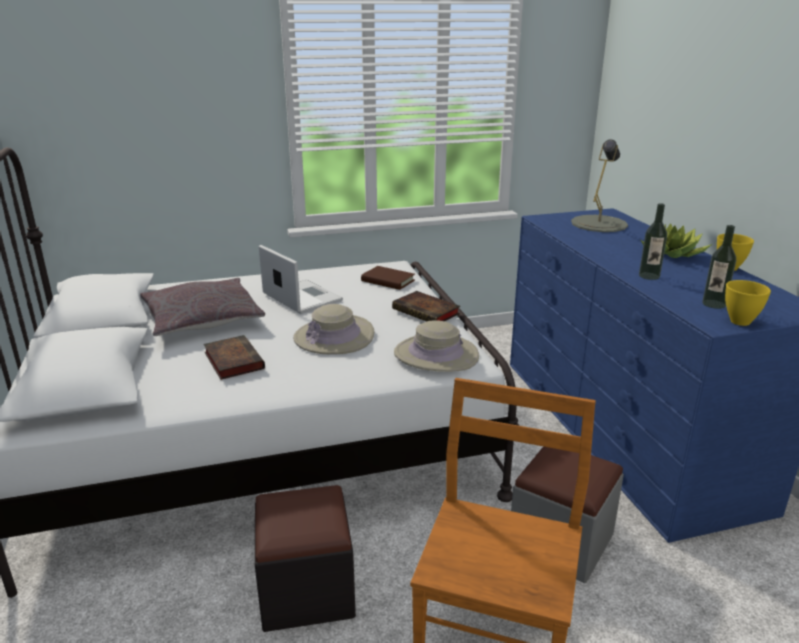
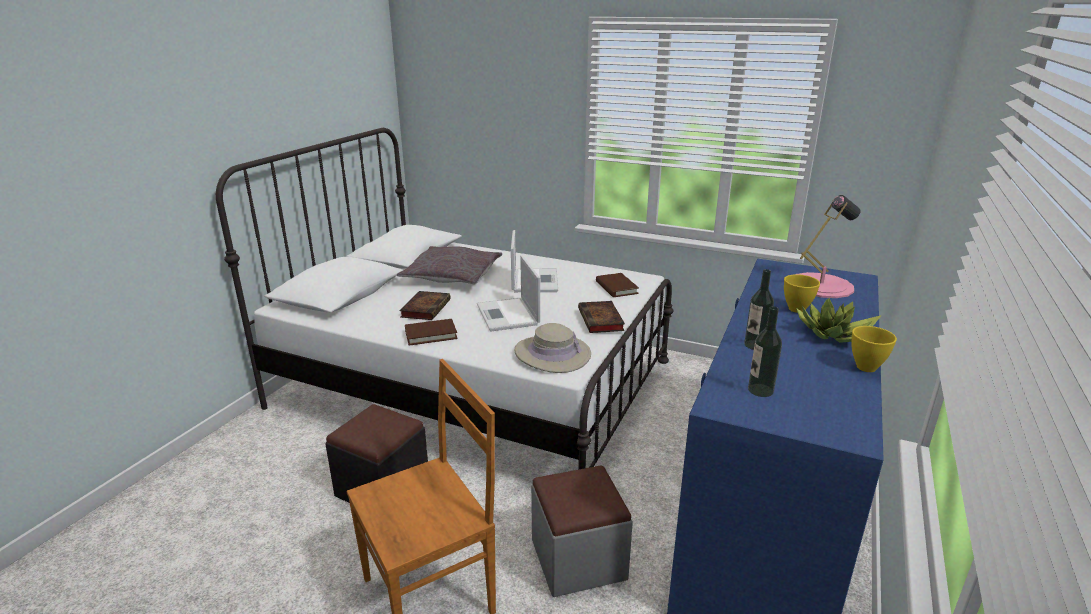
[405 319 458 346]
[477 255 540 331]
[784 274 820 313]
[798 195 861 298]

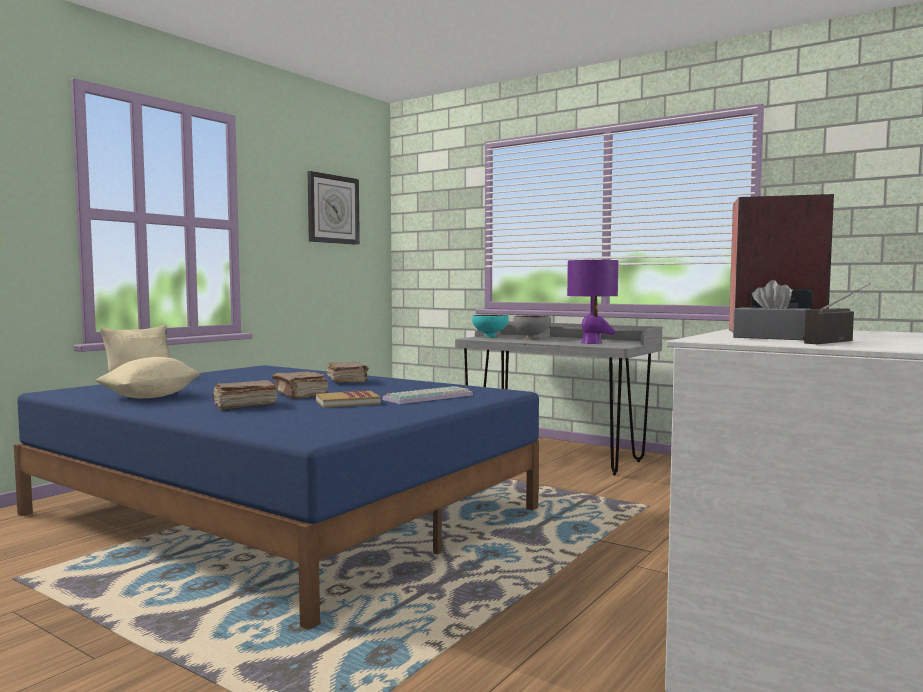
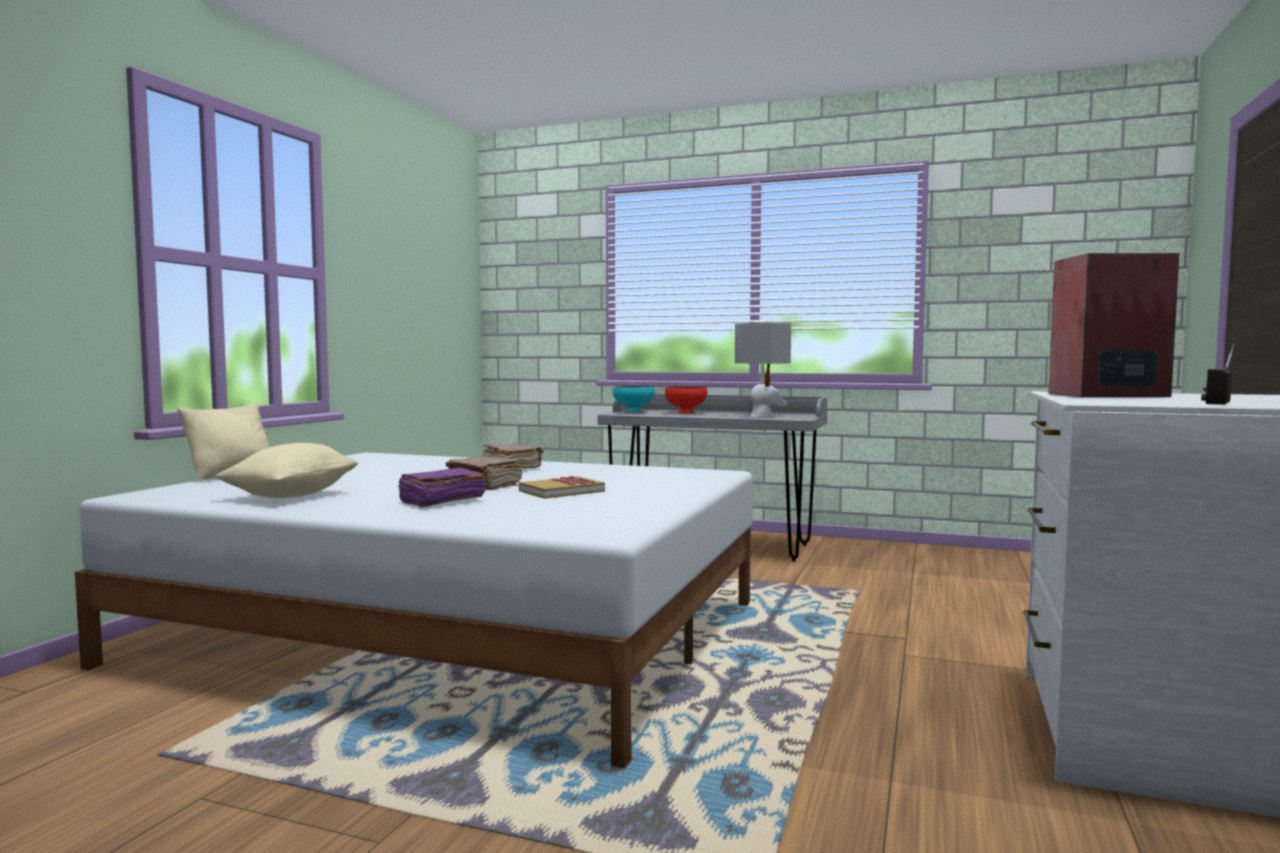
[75 452 753 768]
[398 468 486 508]
[665 386 708 414]
[735 323 791 417]
[307 171 360 245] (first image)
[383 386 473 404] (first image)
[733 280 809 340] (first image)

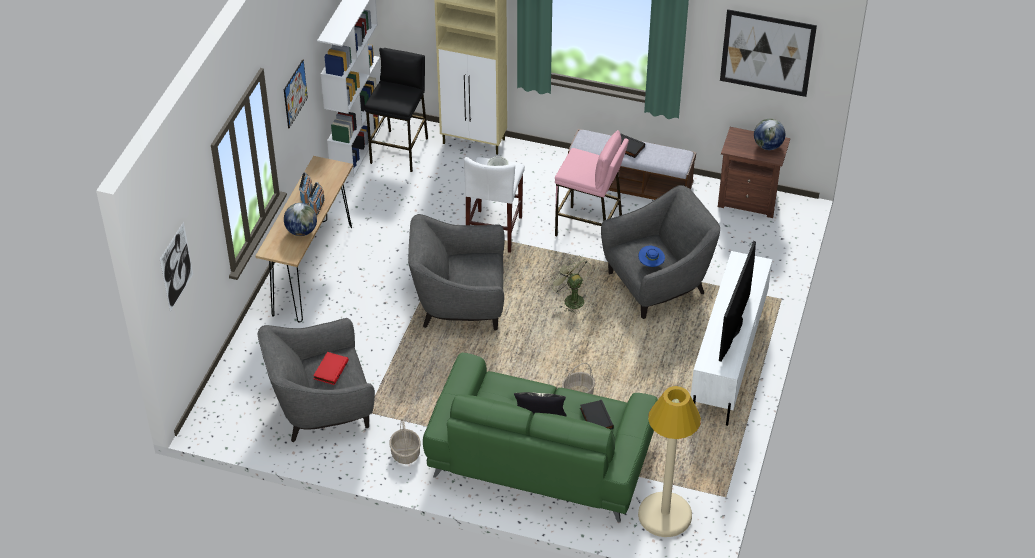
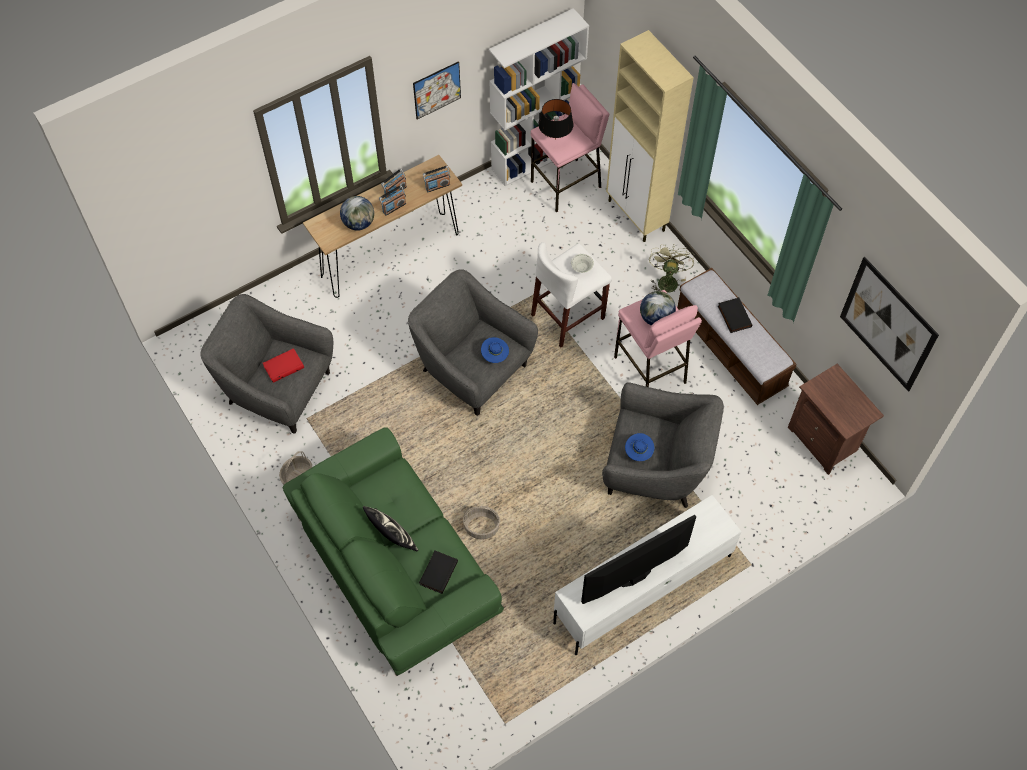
[423 166 450 192]
[481 337 509 363]
[530 83 609 213]
[538 99 574 140]
[640 291 676 326]
[649 244 694 292]
[160 222 193 312] (first image)
[638 386 701 537] (first image)

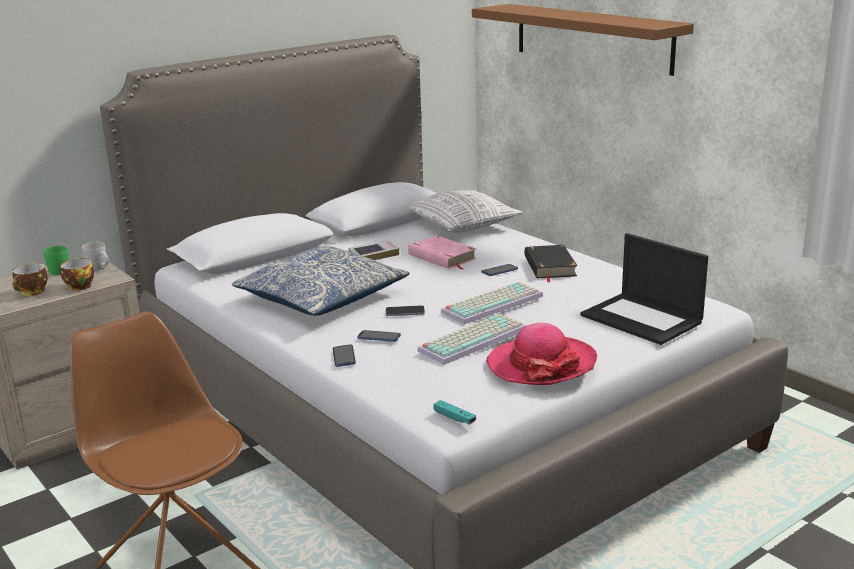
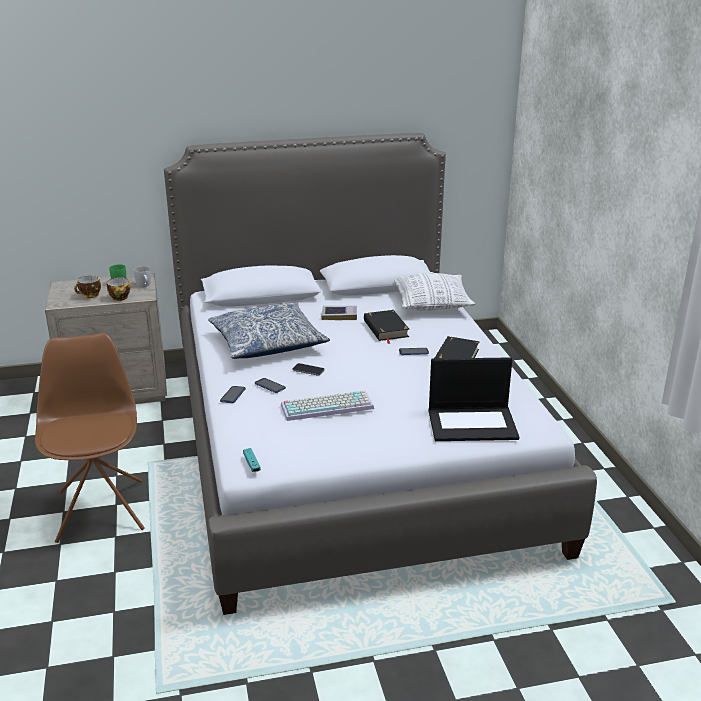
[364 310 409 344]
[428 357 519 441]
[441 281 543 324] (first image)
[472 4 694 76] (first image)
[486 323 597 385] (first image)

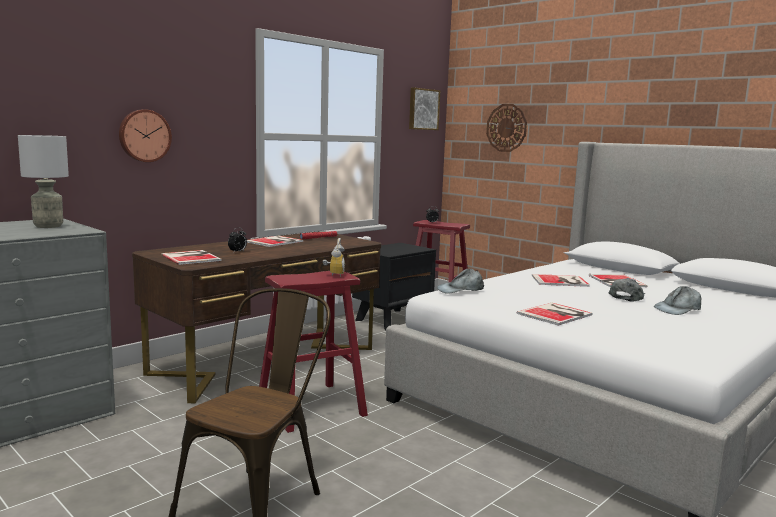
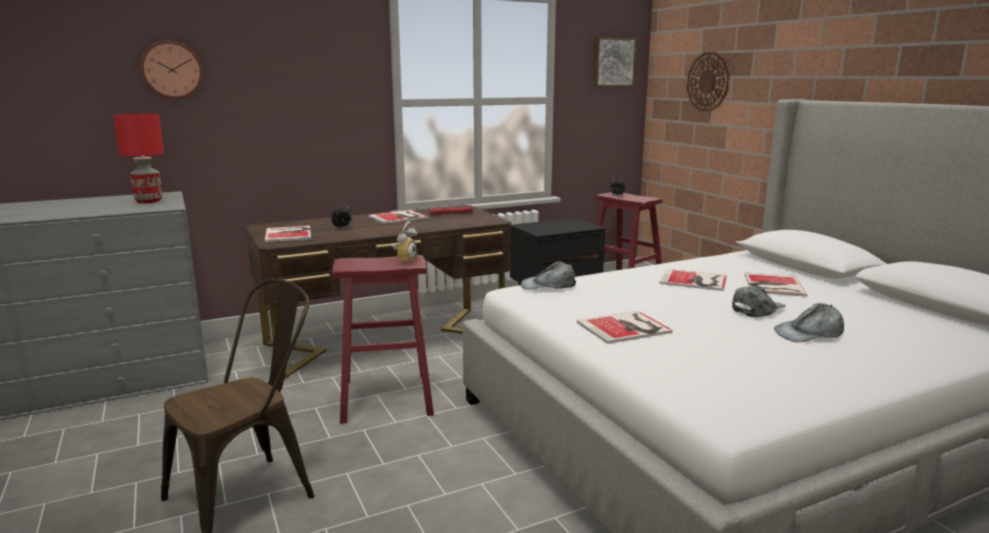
[113 114 164 203]
[141 41 203 99]

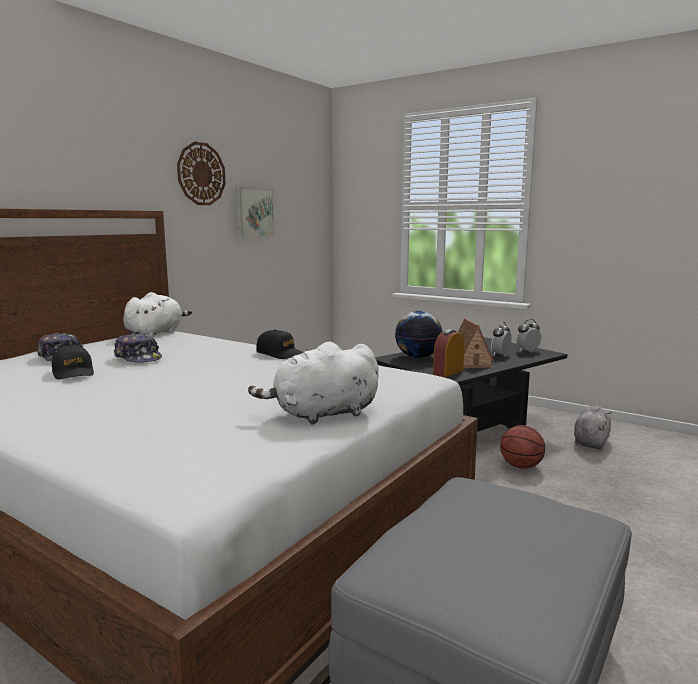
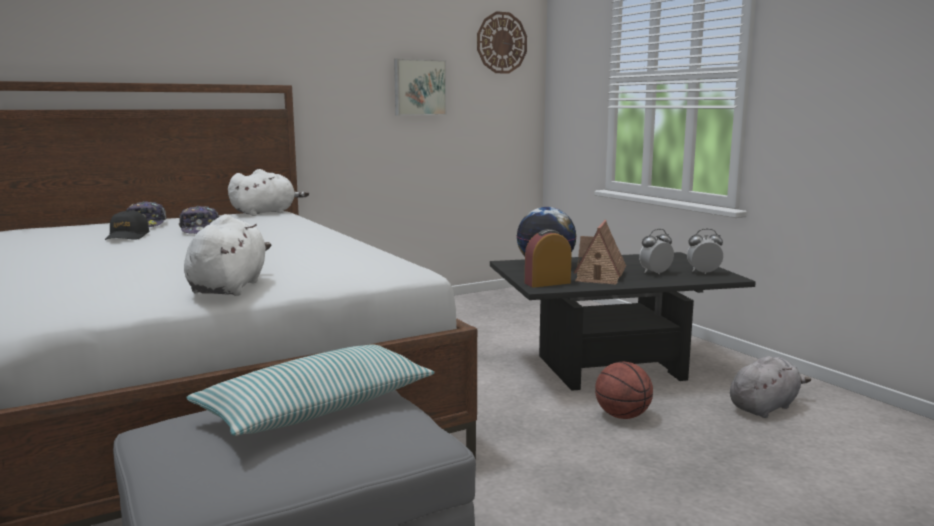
[184 214 271 296]
[186 344 434 436]
[477 11 527 74]
[256 330 303 359] (first image)

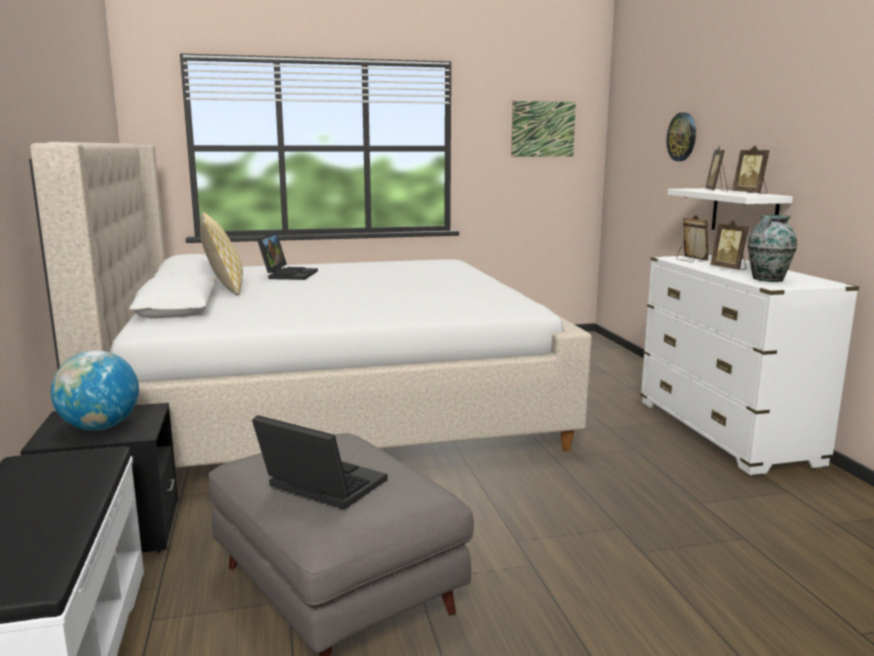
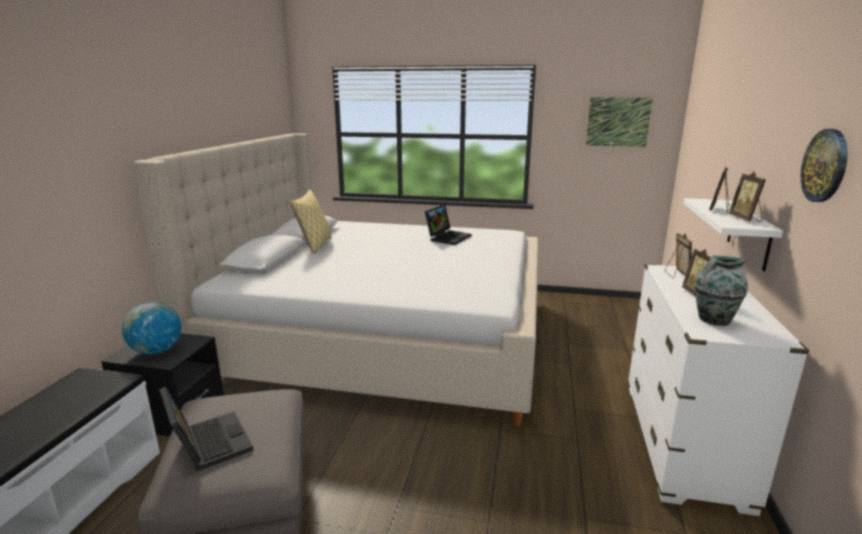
[425 204 471 245]
[801 129 848 202]

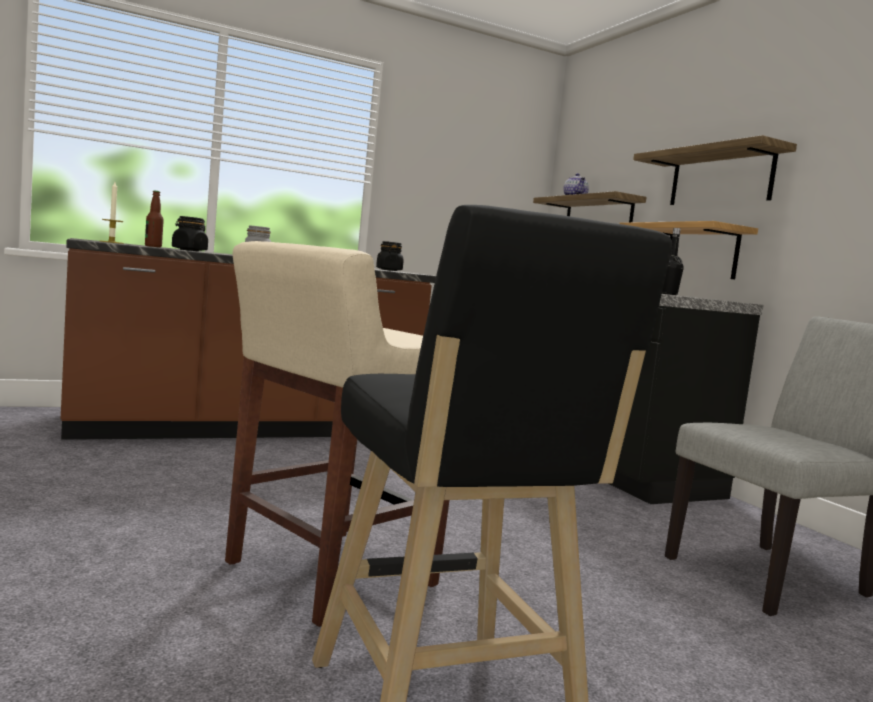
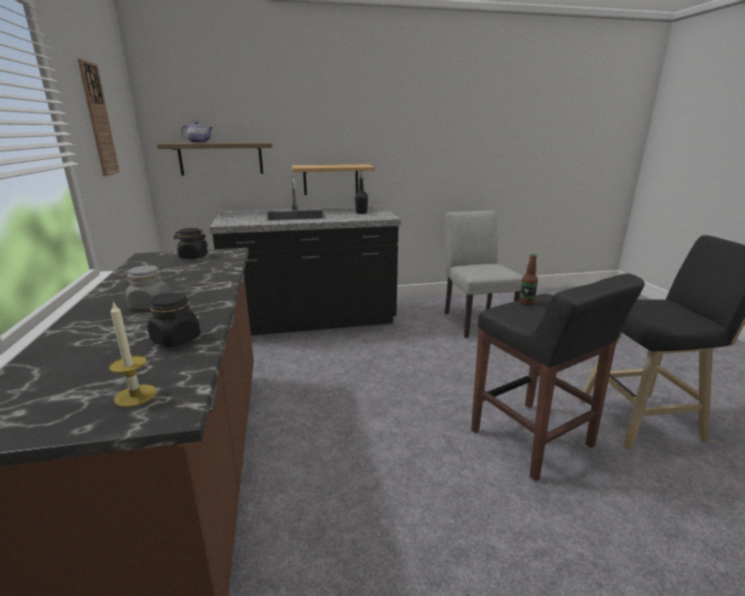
[77 59 120 176]
[471 273 645 481]
[519 254 538 305]
[633 135 797 205] (first image)

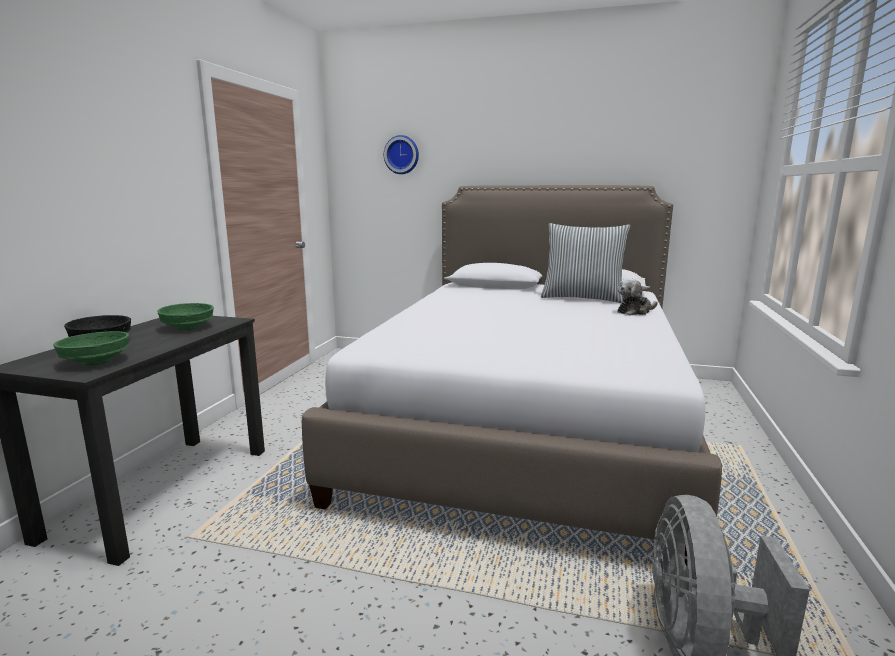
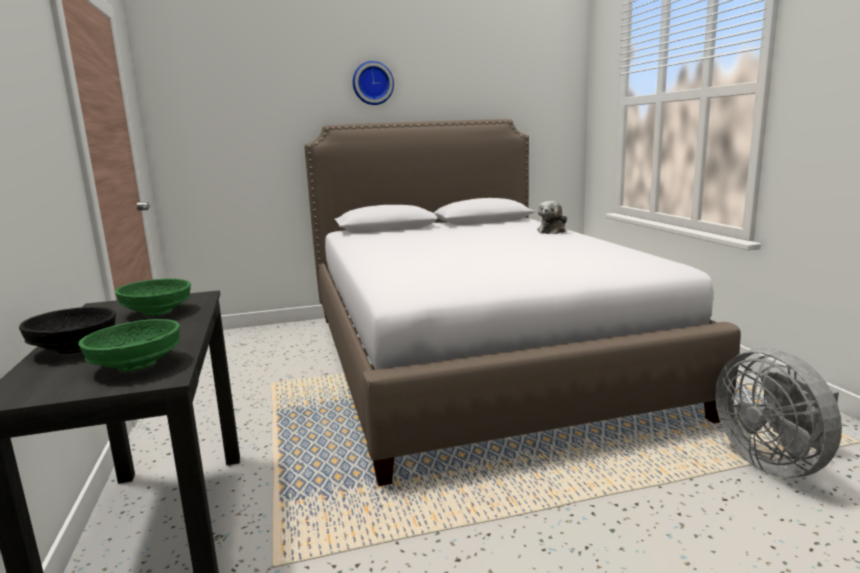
[353 61 394 105]
[541 223 630 303] (first image)

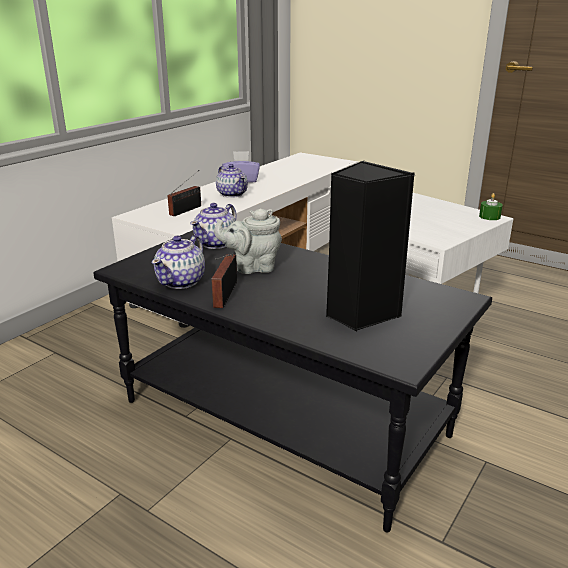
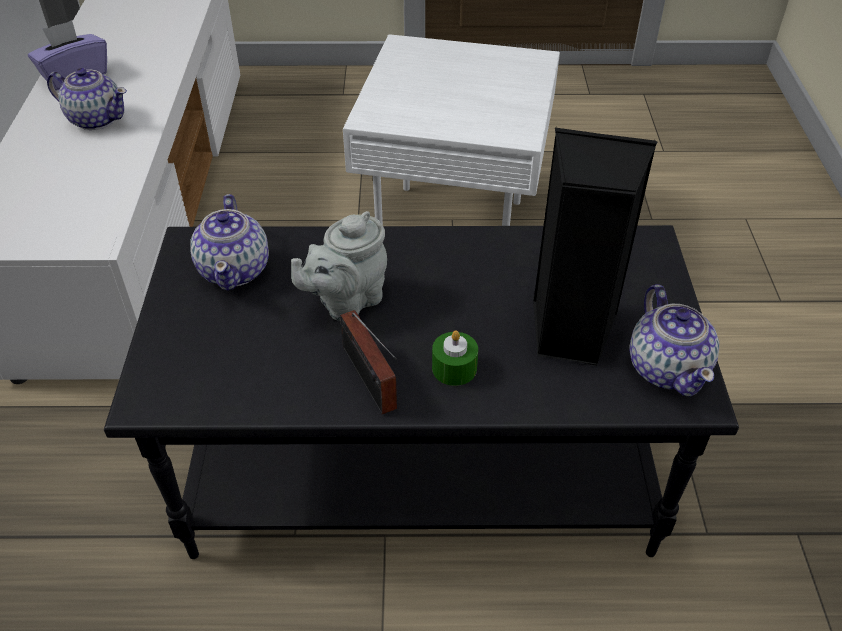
[432 330 478 386]
[629 284 719 397]
[168 170 201 216] (first image)

